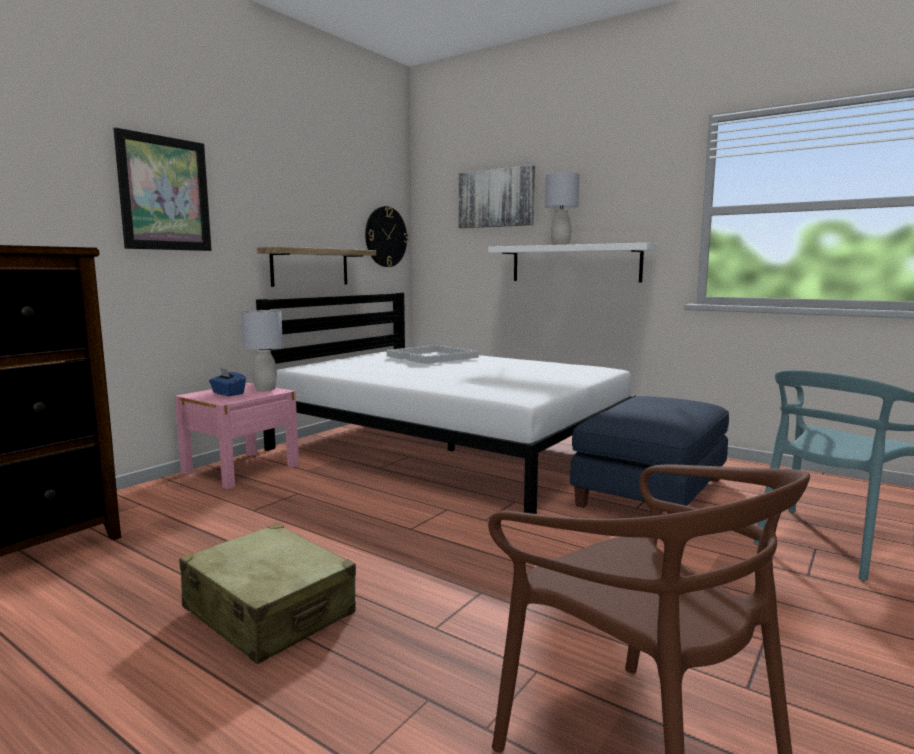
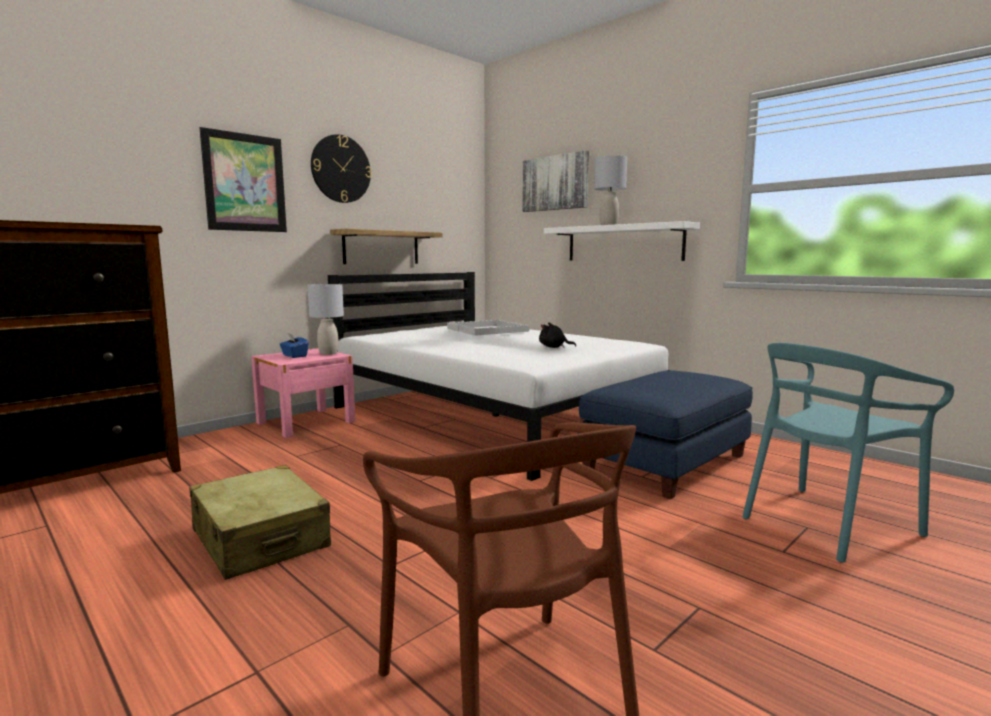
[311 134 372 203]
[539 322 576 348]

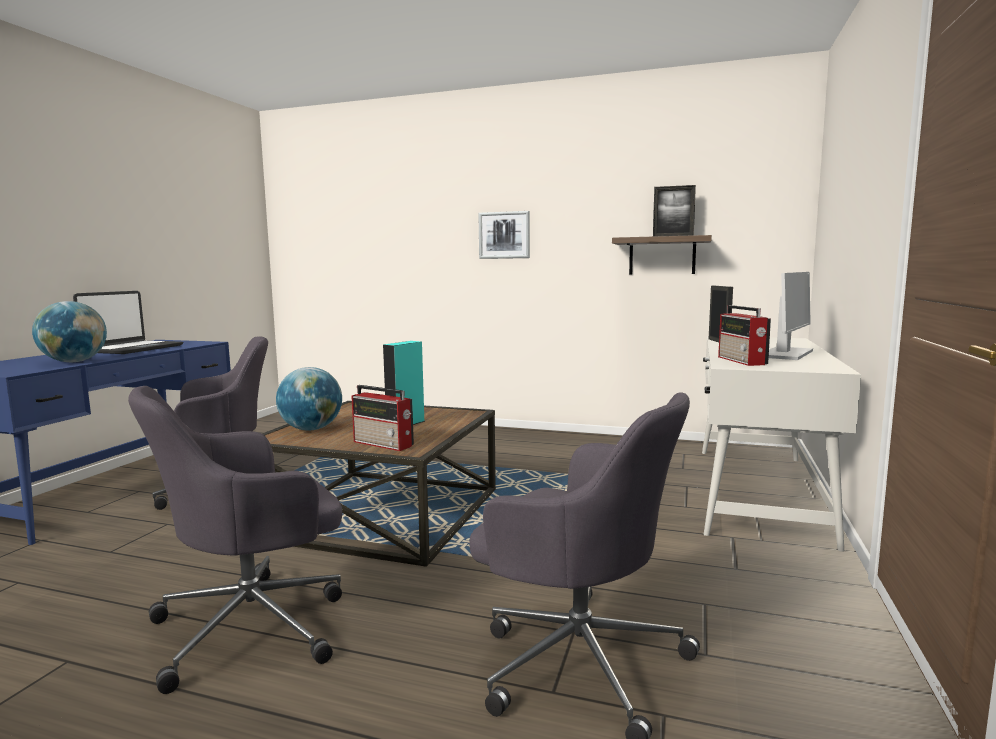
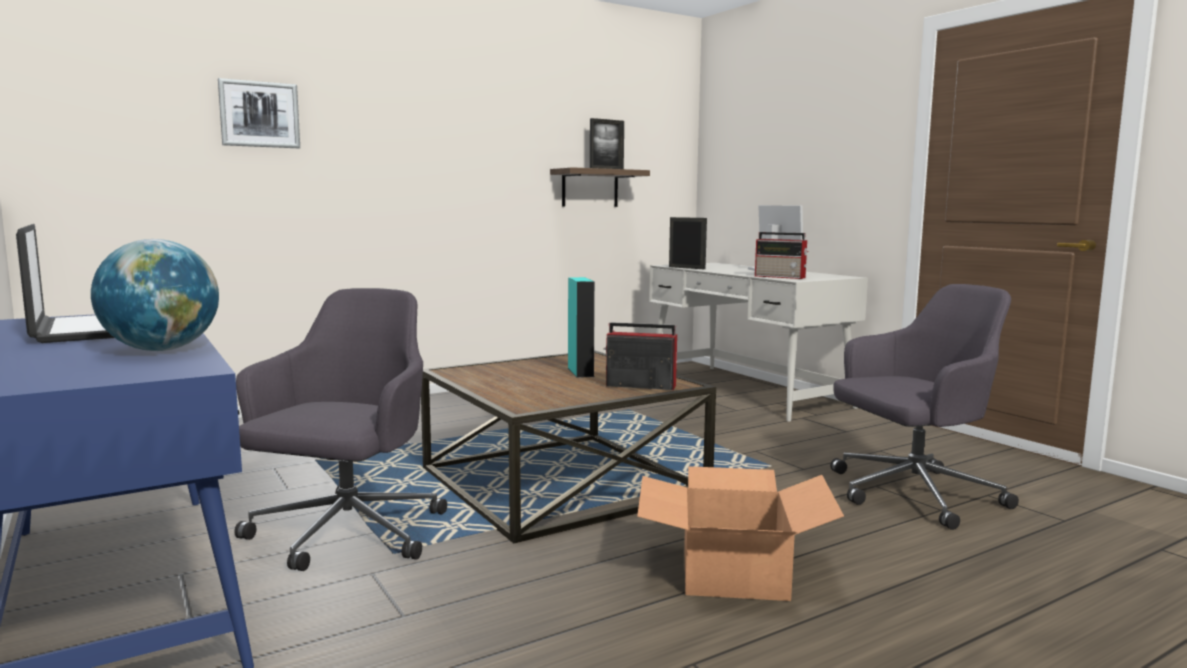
[218 78 300 148]
[604 322 677 390]
[637 466 844 601]
[276 367 342 431] (first image)

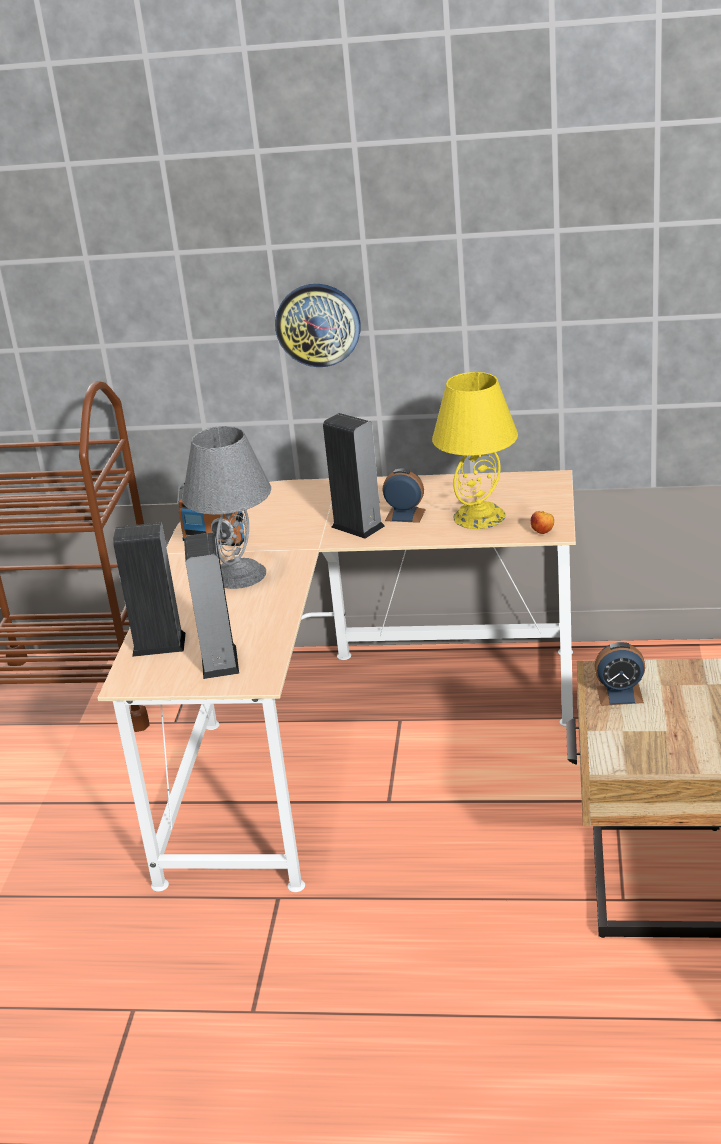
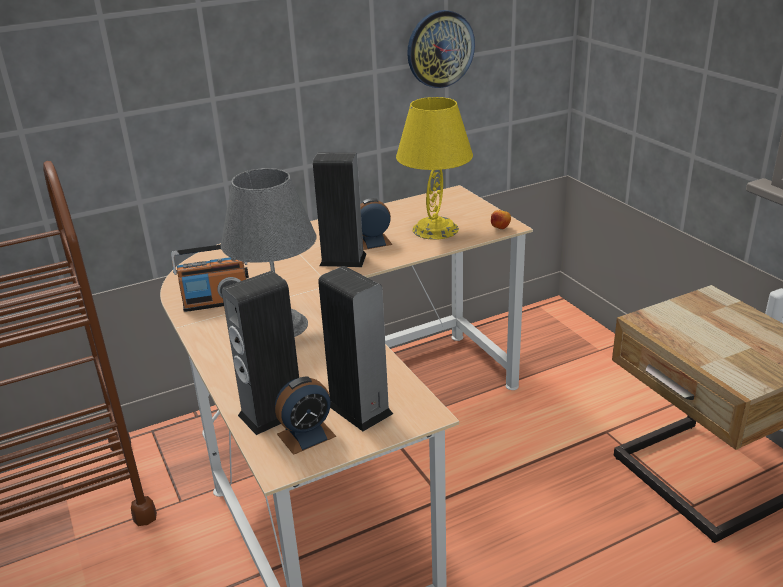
[275 376 336 455]
[407 10 475 88]

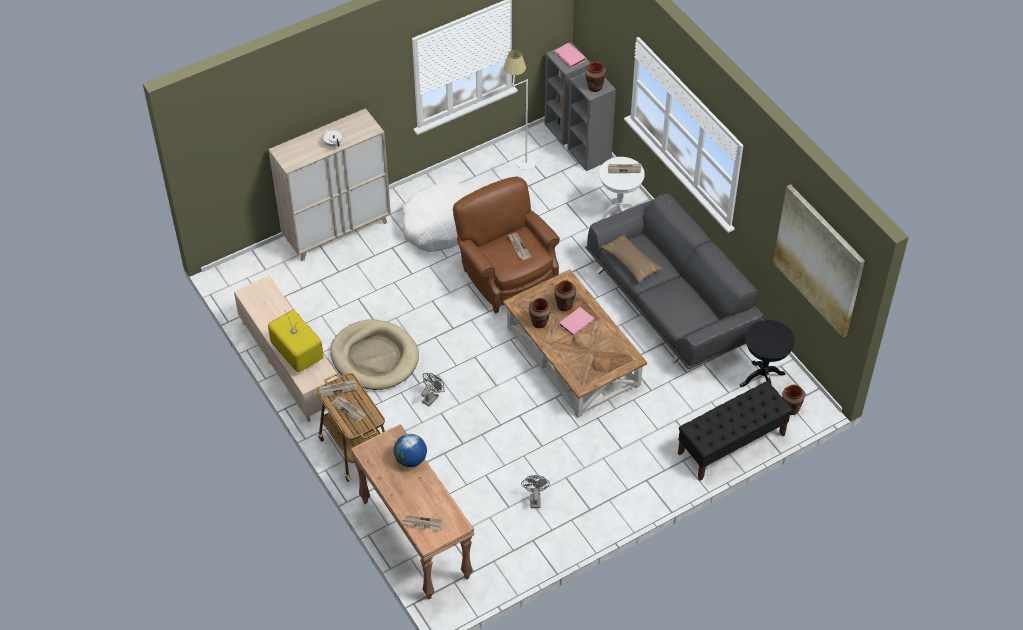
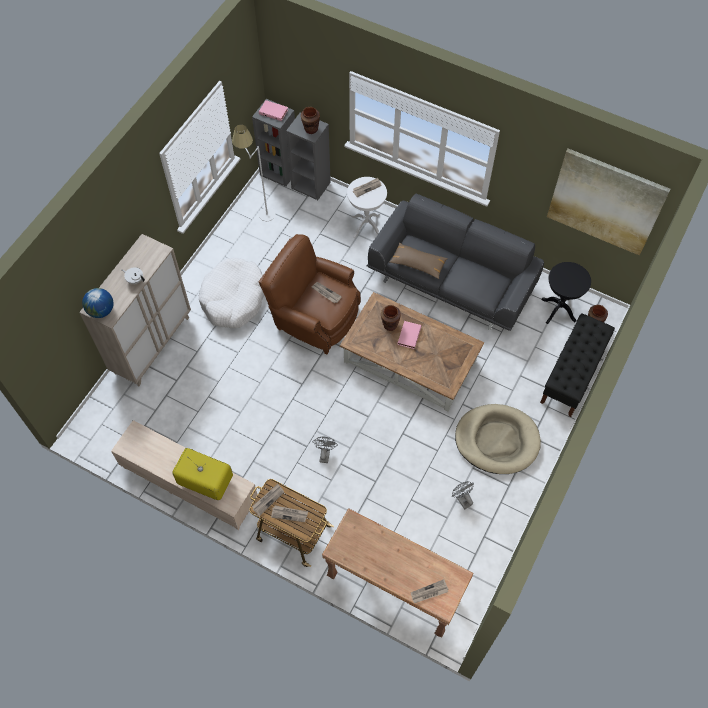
[82 288 114 318]
[455 404 541 474]
[529 298 551 328] (first image)

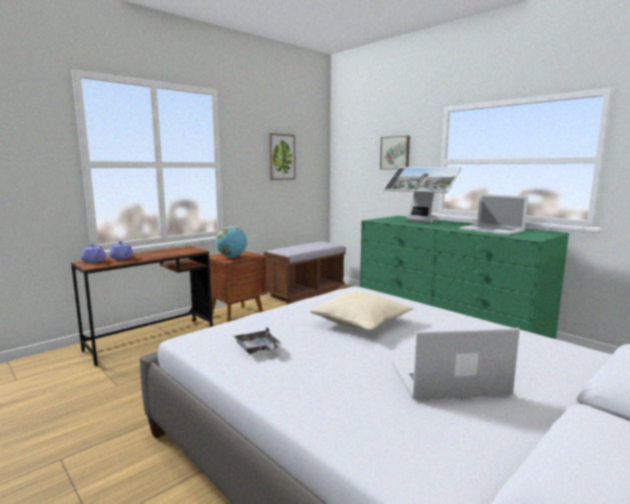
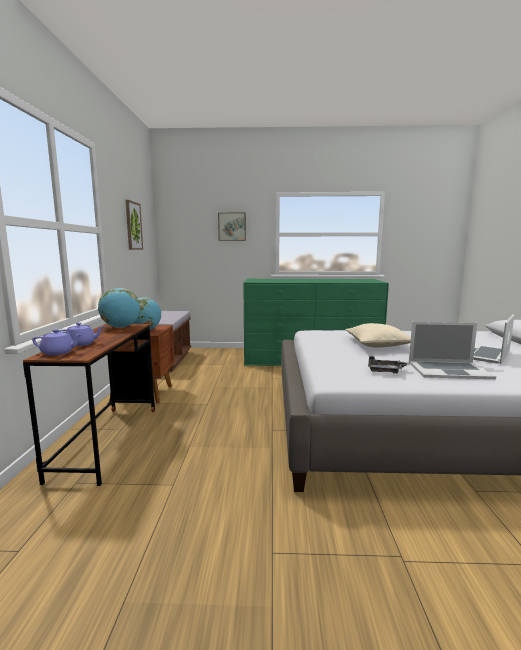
[98 288 141 328]
[409 322 496 379]
[383 167 461 223] (first image)

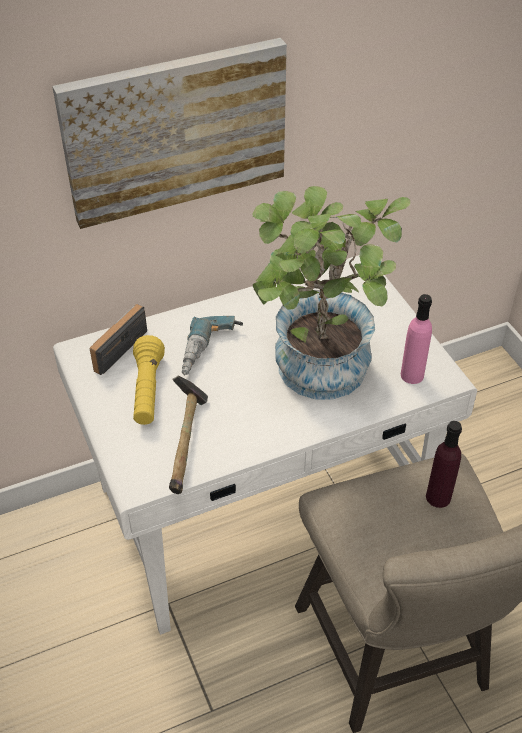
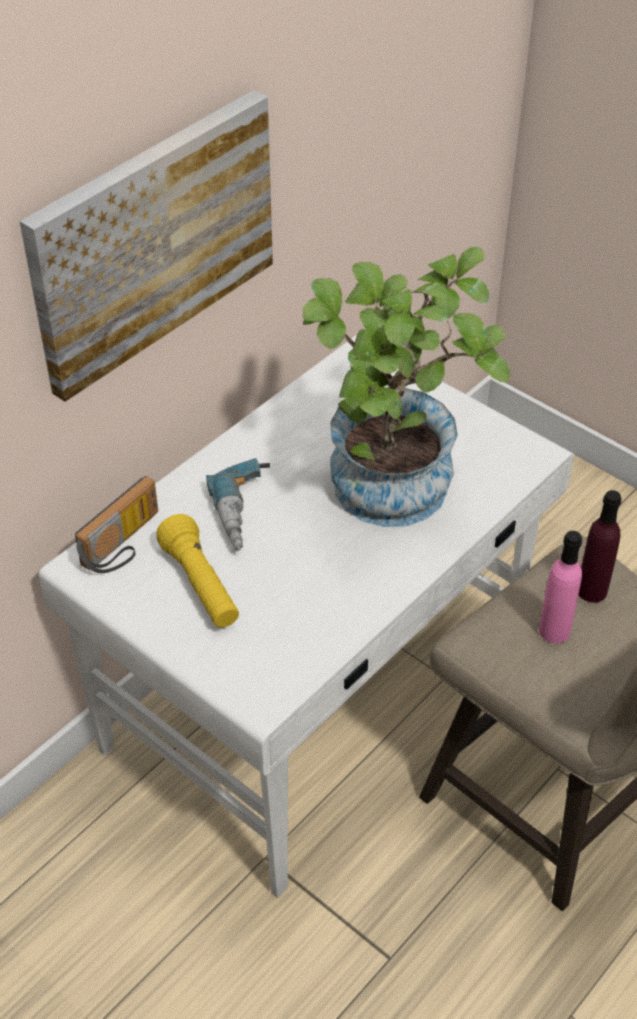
[75 476 158 573]
[539 531 582 643]
[169 375 208 494] (first image)

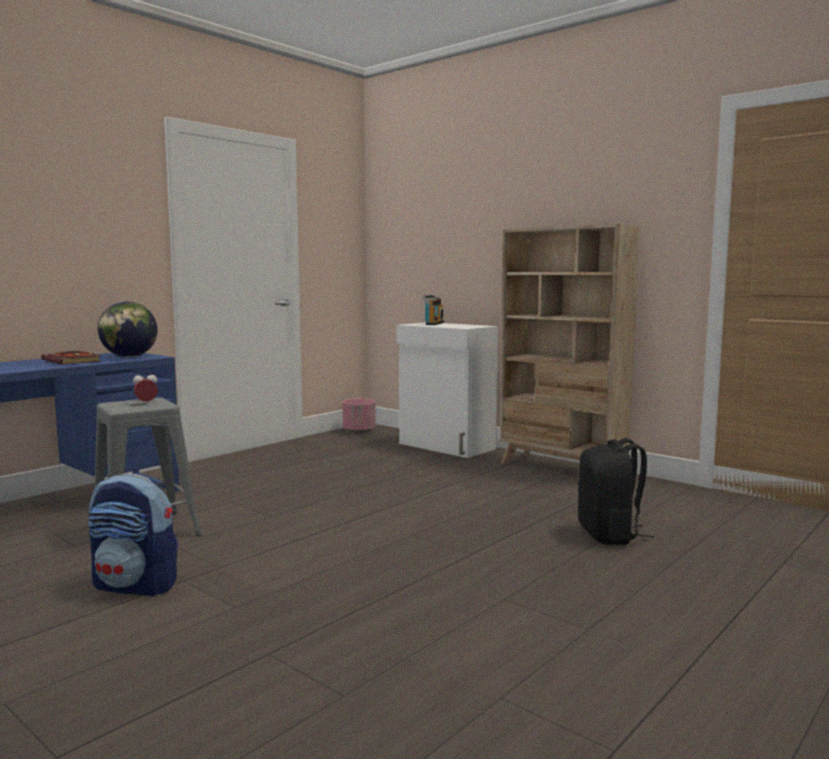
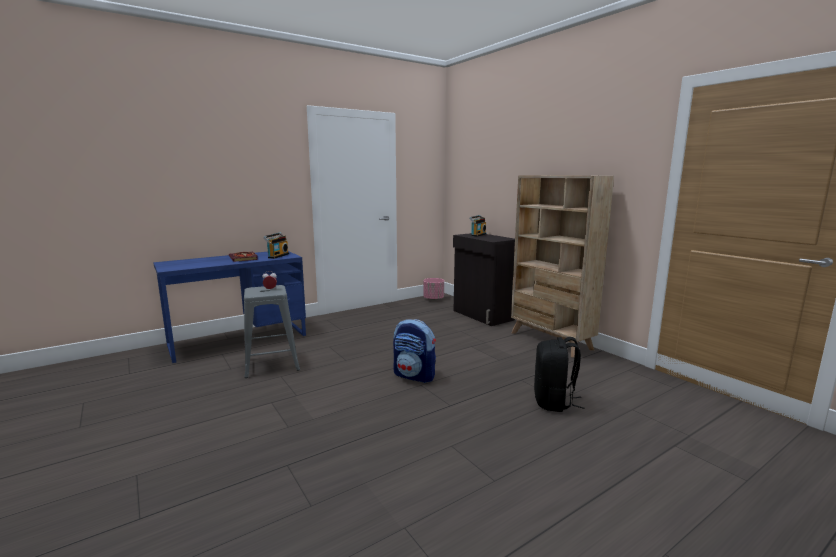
[263 233 289 259]
[393 319 436 383]
[453 233 515 326]

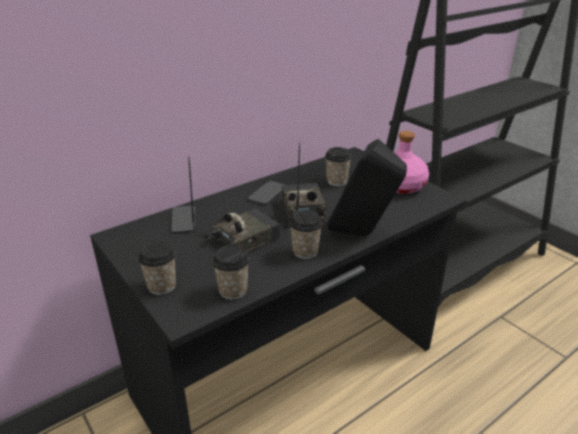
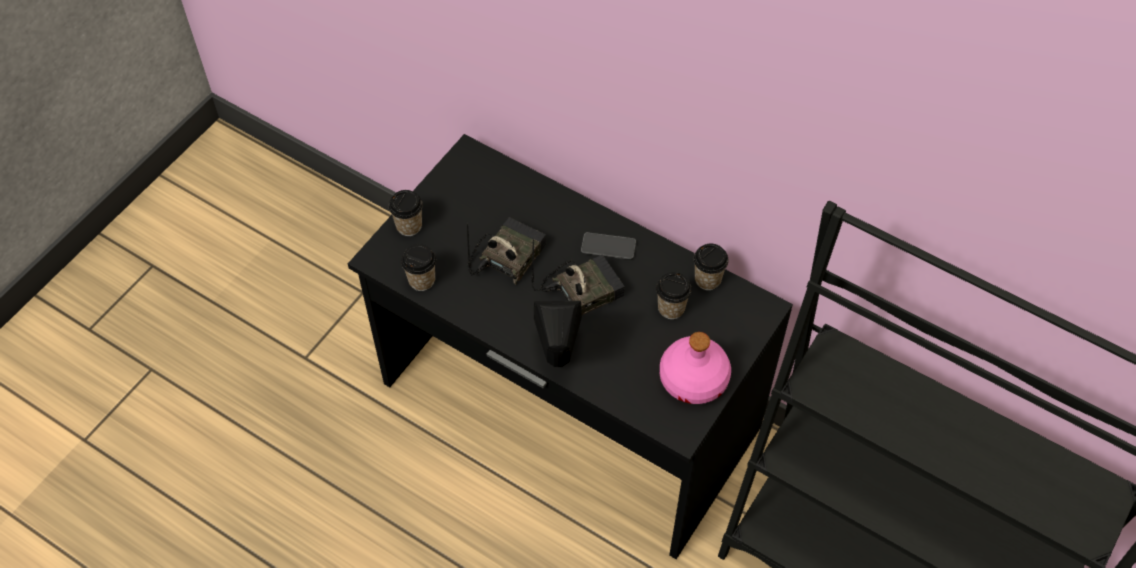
[467 217 546 285]
[694 244 729 290]
[171 206 195 233] (first image)

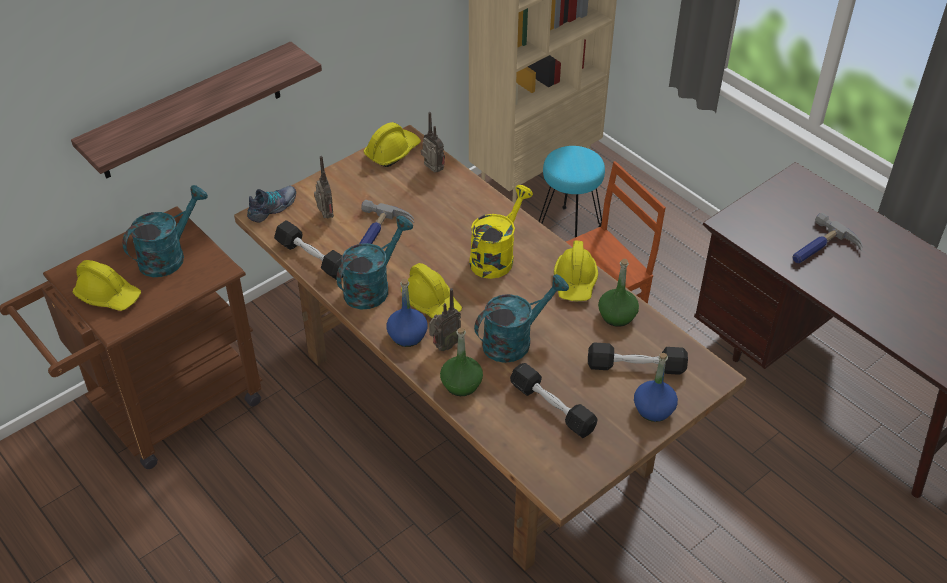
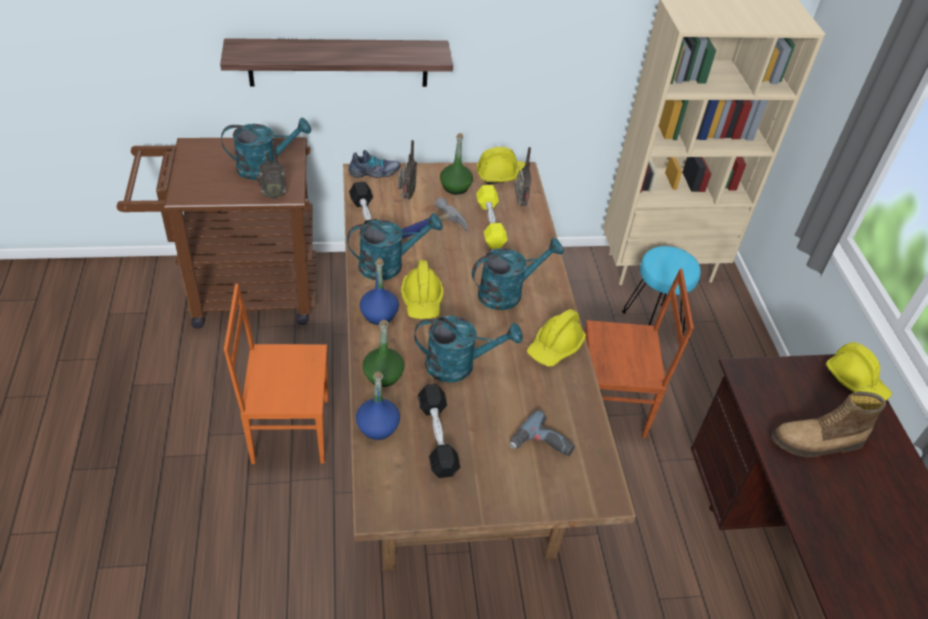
[224 284 328 464]
[256 141 286 199]
[356 372 400 440]
[440 133 473 195]
[472 238 564 310]
[476 185 508 249]
[510 410 575 456]
[772 391 886 457]
[826 342 892 401]

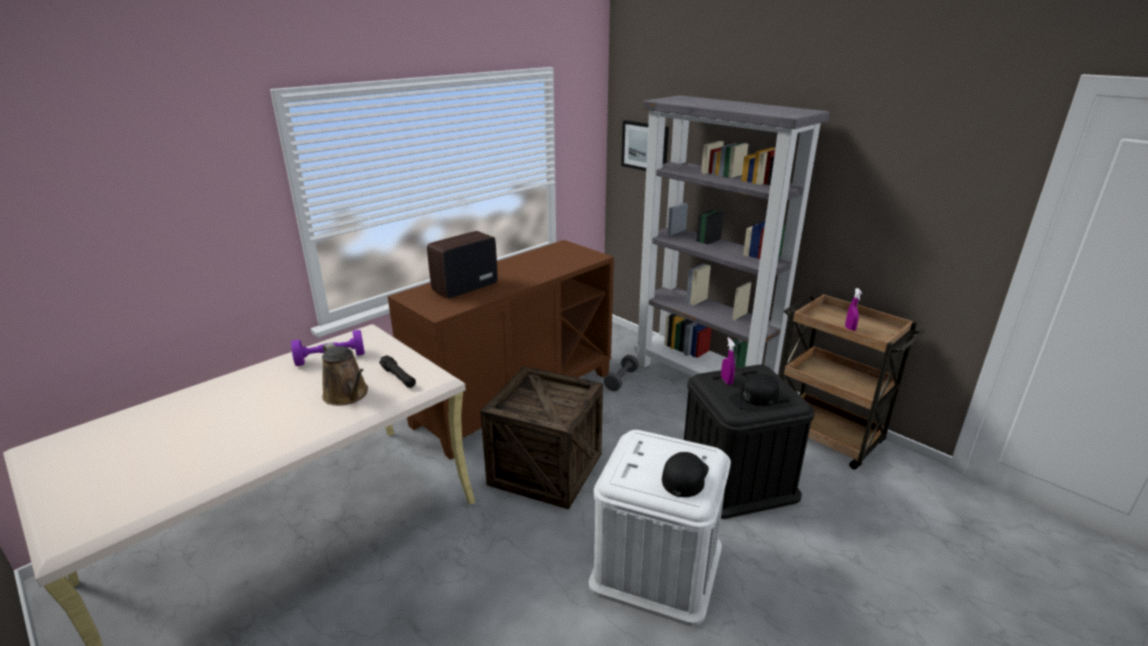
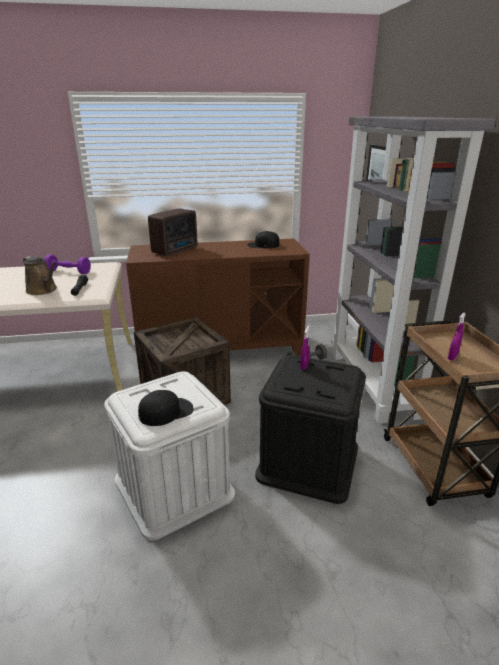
[23 256 57 295]
[148 208 197 256]
[247 231 279 248]

